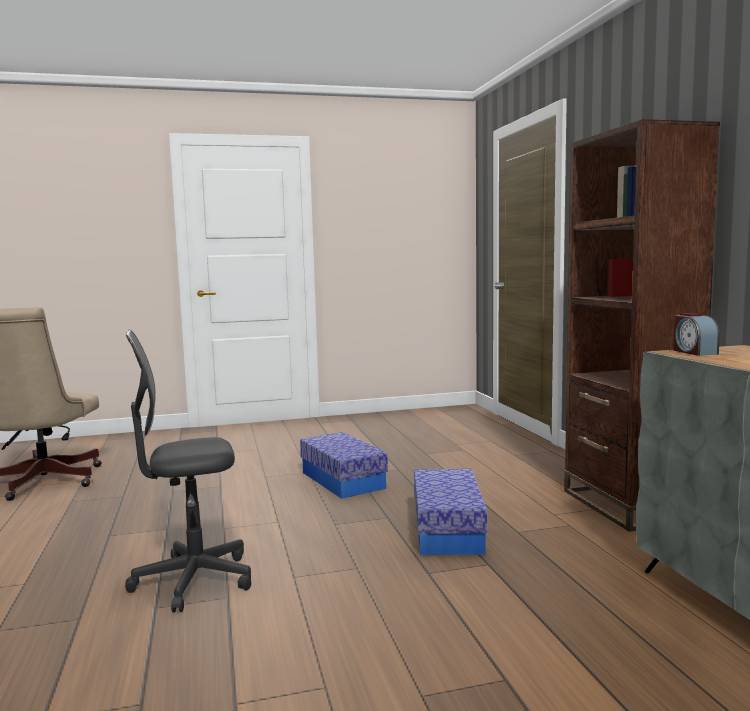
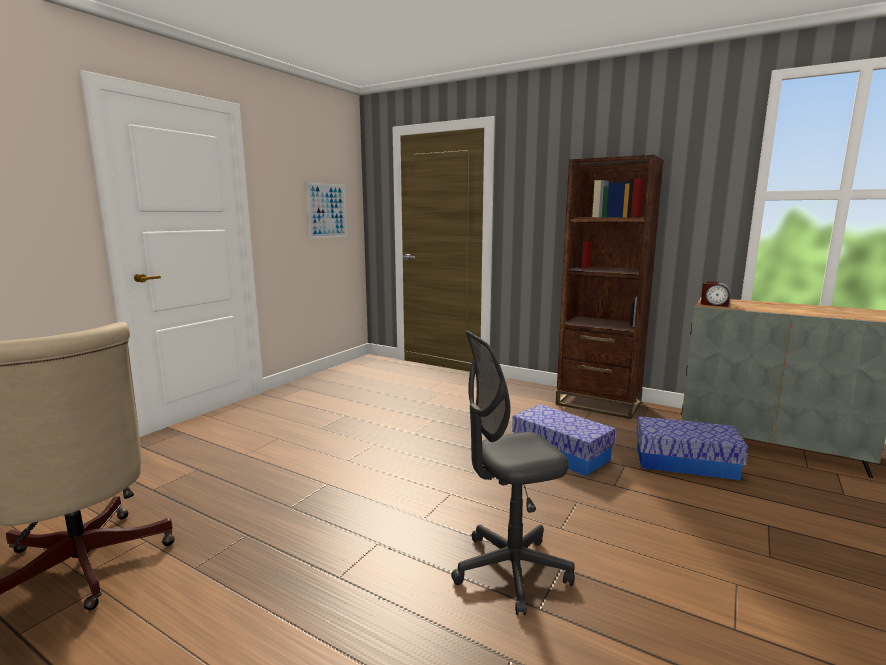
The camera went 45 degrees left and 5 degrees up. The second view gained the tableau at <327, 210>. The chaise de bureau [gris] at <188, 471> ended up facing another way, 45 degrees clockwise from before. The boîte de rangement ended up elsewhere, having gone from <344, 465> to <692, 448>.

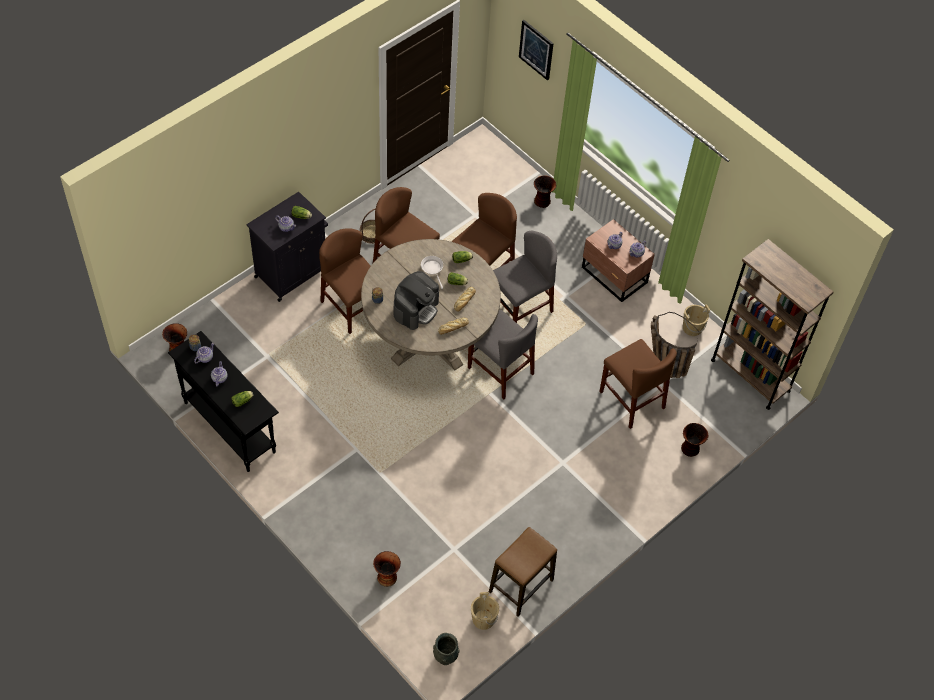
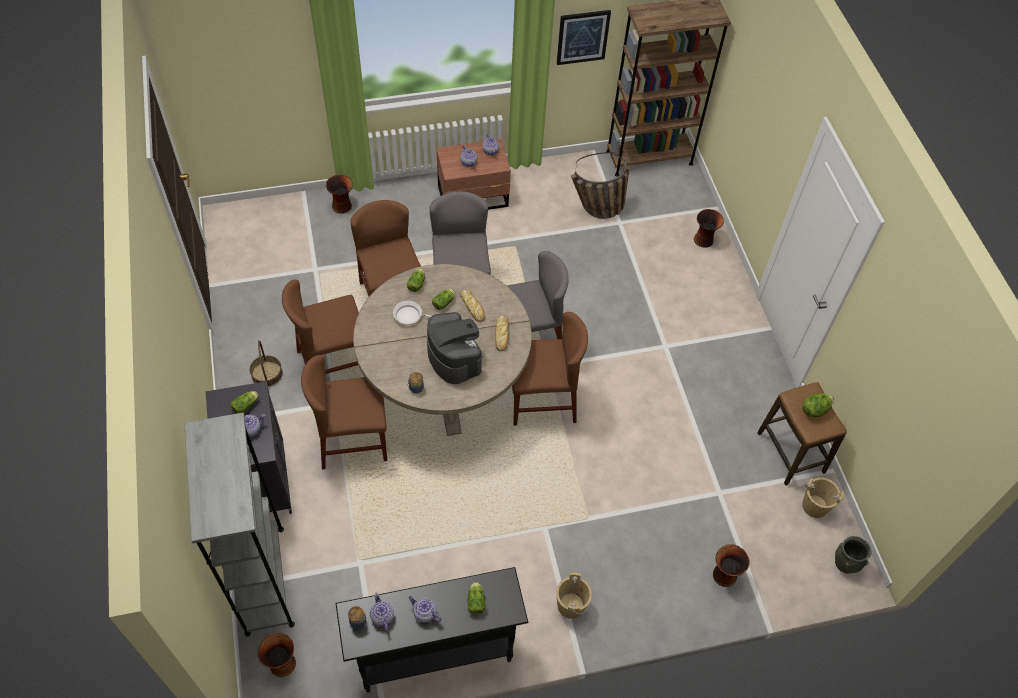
The camera went 60 degrees left and 0 degrees up. The second view gained the bibliothèque [gris] at <239, 524>. The chaise [marron] ended up elsewhere, having gone from <638, 384> to <550, 369>. The seau [beige] ended up elsewhere, having gone from <696, 320> to <574, 596>. The tableau ended up elsewhere, having gone from <536, 50> to <584, 37>. The second view gained the laitue at <818, 405>.

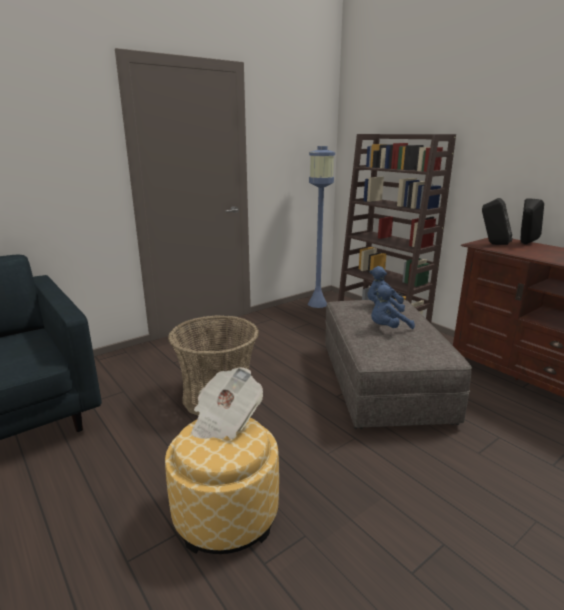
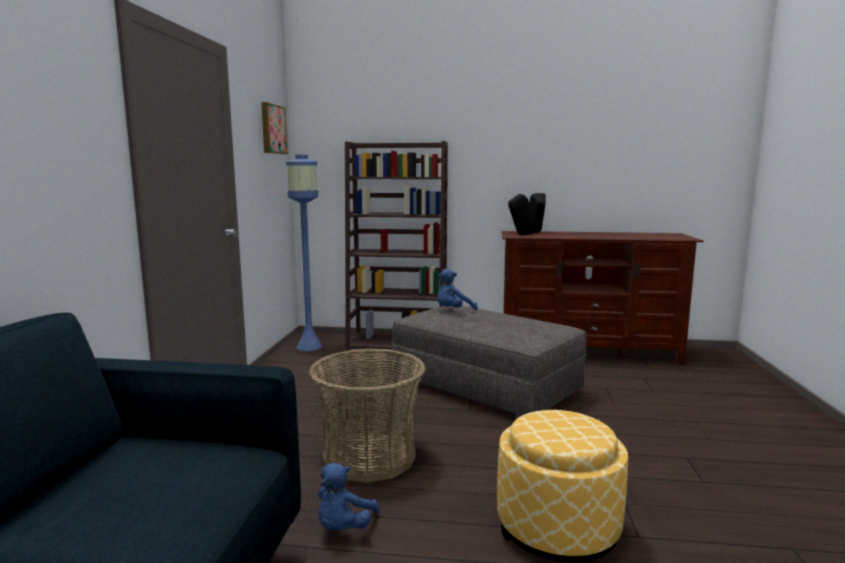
The camera went 45 degrees left and 10 degrees down. The second view gained the tableau at <274, 128>. The peluche [bleu] ended up elsewhere, having gone from <393, 307> to <349, 497>. The second view lost the journal at <227, 403>.

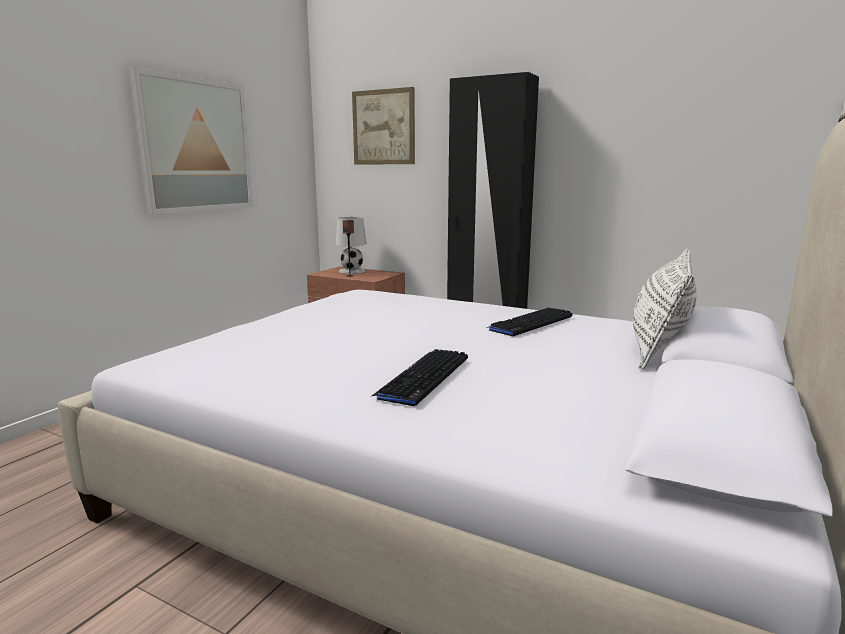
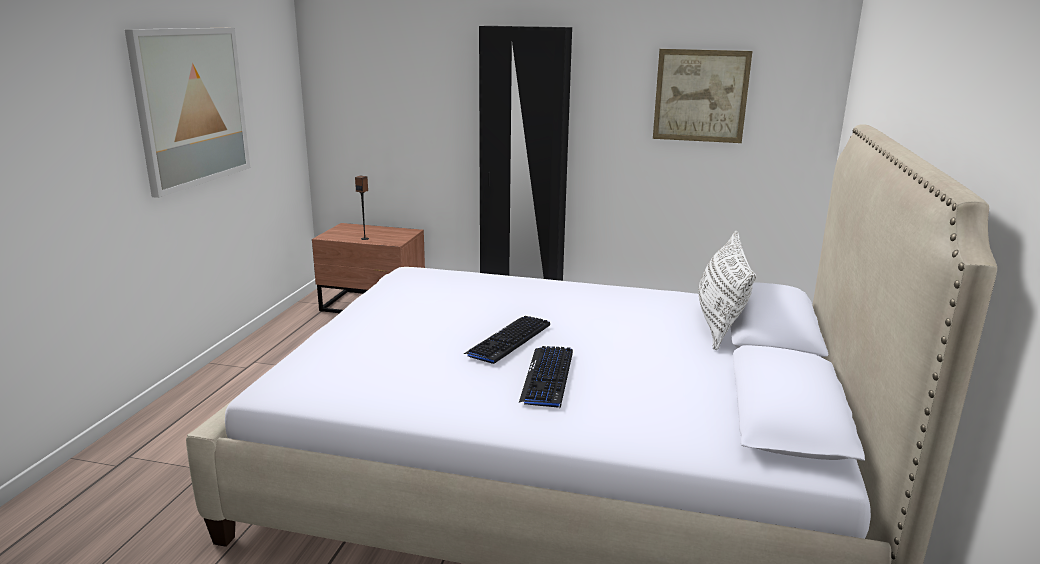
The camera went 15 degrees left and 5 degrees up. The clavier ended up elsewhere, having gone from <529, 322> to <507, 340>. The tableau ended up elsewhere, having gone from <383, 126> to <702, 96>. The second view lost the lampe de table [blanc] at <351, 245>.

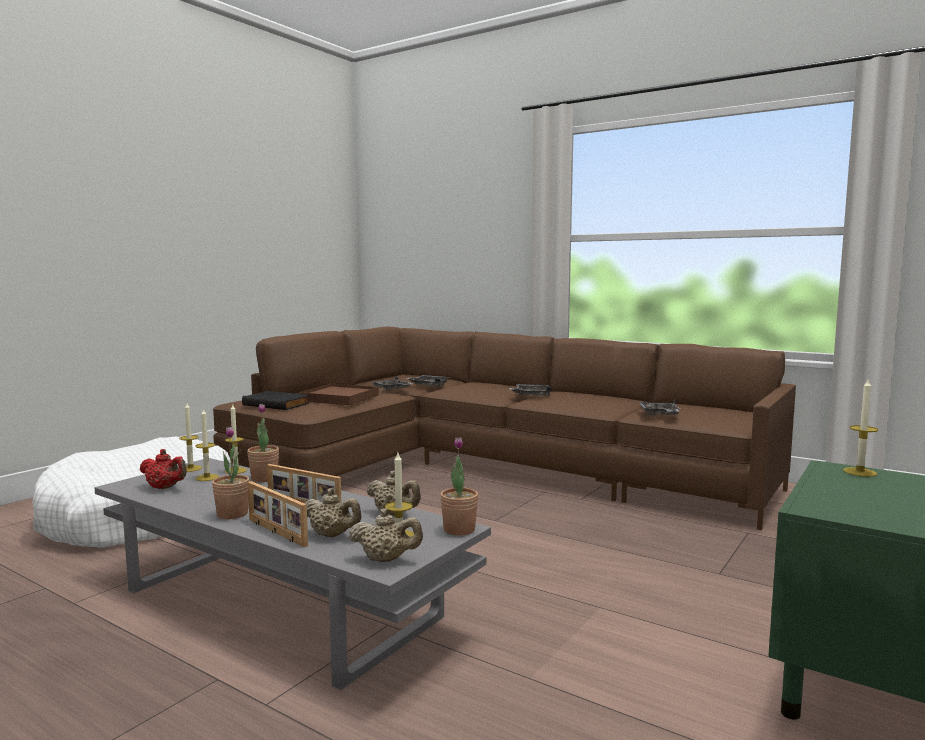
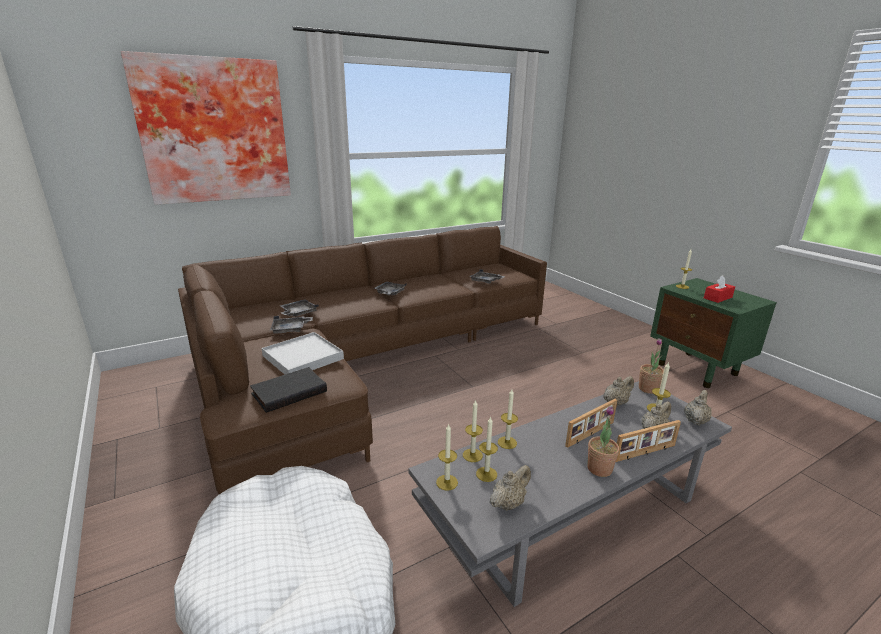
The camera went 65 degrees left and 15 degrees up. The second view gained the tableau at <206, 128>. What was the plateau [marron] at <339, 394> turned into the plateau [blanc] at <303, 353>. What was the théière [rouge] at <163, 469> turned into the théière [beige] at <510, 488>. Where the plante en pot stood at <263, 443>, the bougie came to stand at <508, 419>. The second view gained the boîte à mouchoirs [rouge] at <719, 289>.

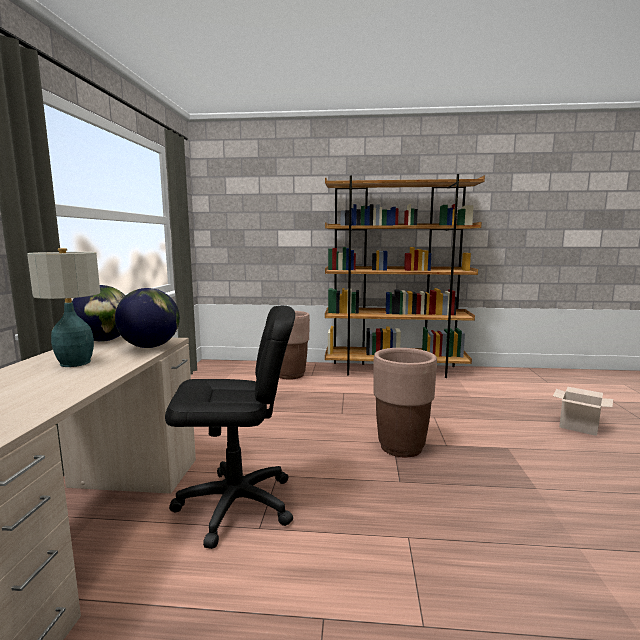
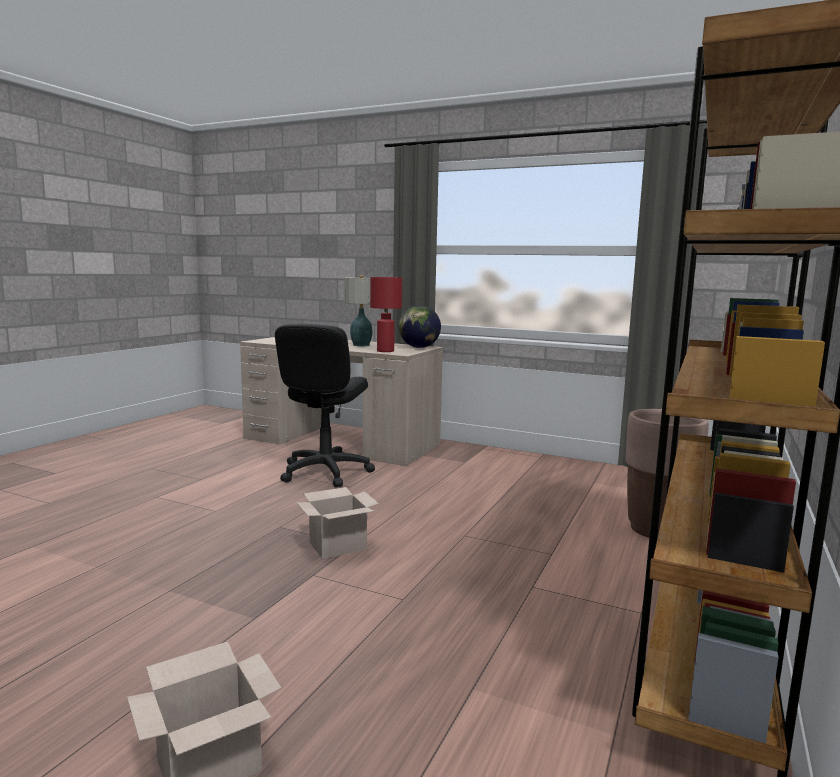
The camera went 110 degrees right and 0 degrees up. Where the cache-pot [marron] stood at <405, 403>, the carton came to stand at <338, 523>. Where the globe stood at <147, 318>, the lampe de table [rouge] came to stand at <386, 314>.

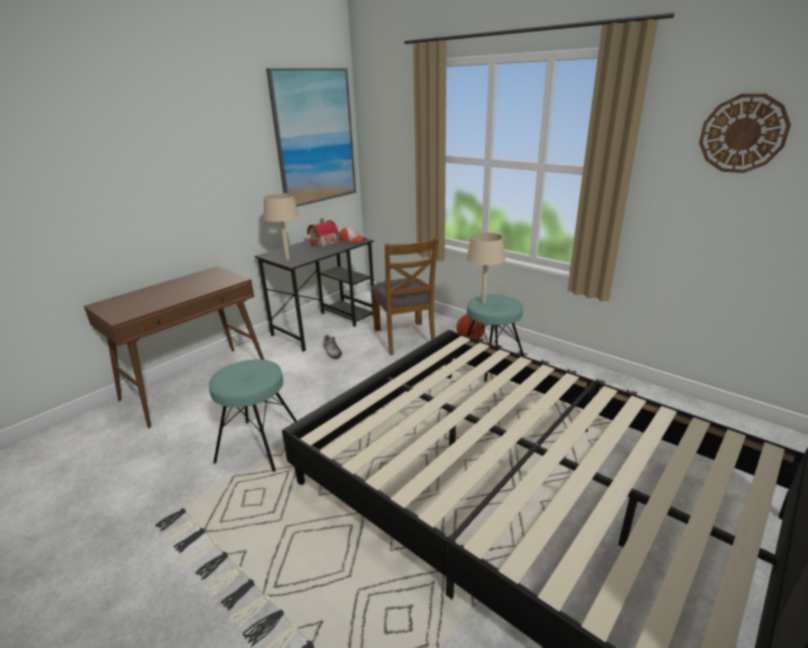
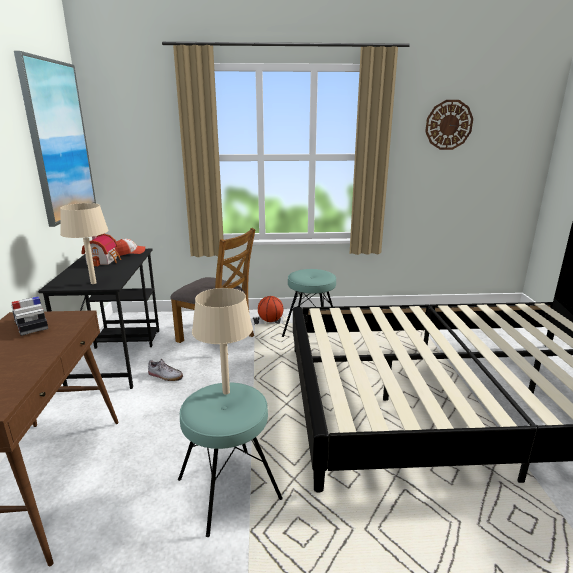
The camera went 45 degrees left and 5 degrees down. The second view gained the petite voiture at <29, 316>. The lampe de table [beige] ended up elsewhere, having gone from <486, 268> to <222, 341>.

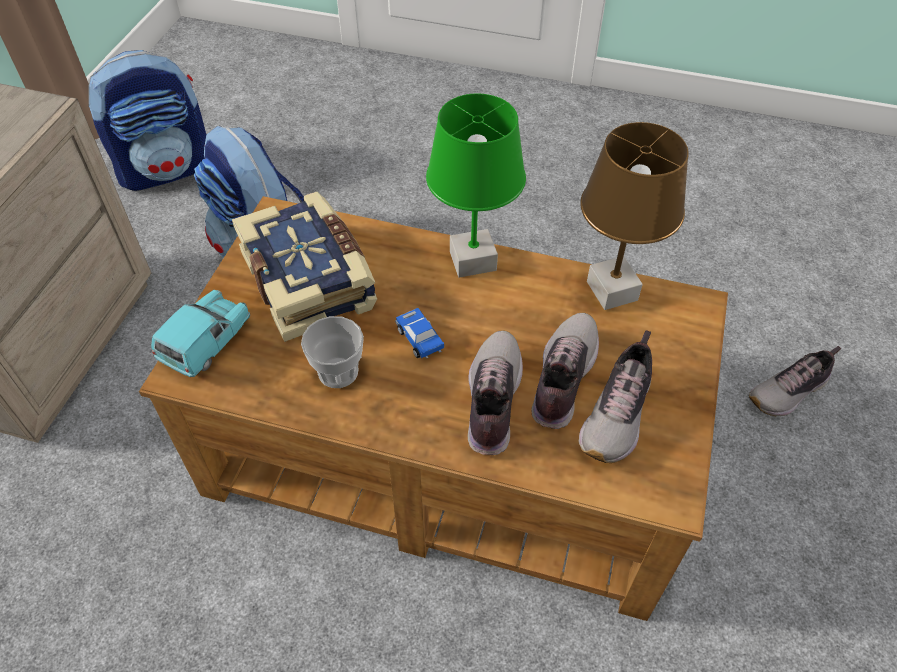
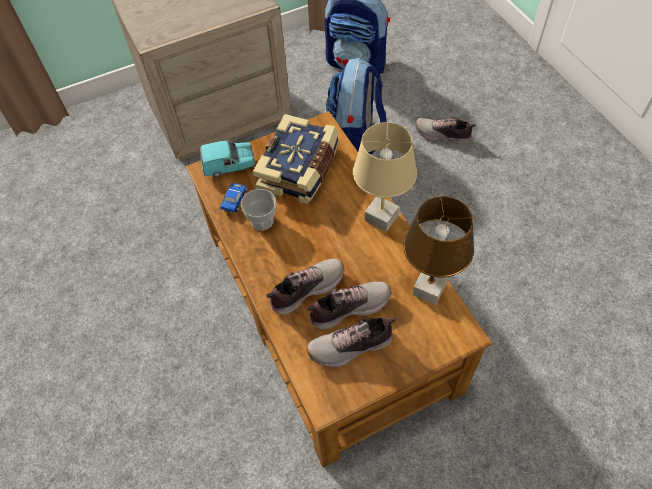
The camera went 50 degrees right and 5 degrees up. The petite voiture ended up elsewhere, having gone from <419, 333> to <233, 198>. What was the lampe de table [vert] at <476, 186> turned into the lampe de table [beige] at <385, 177>. The chaussure ended up elsewhere, having gone from <795, 381> to <446, 130>.

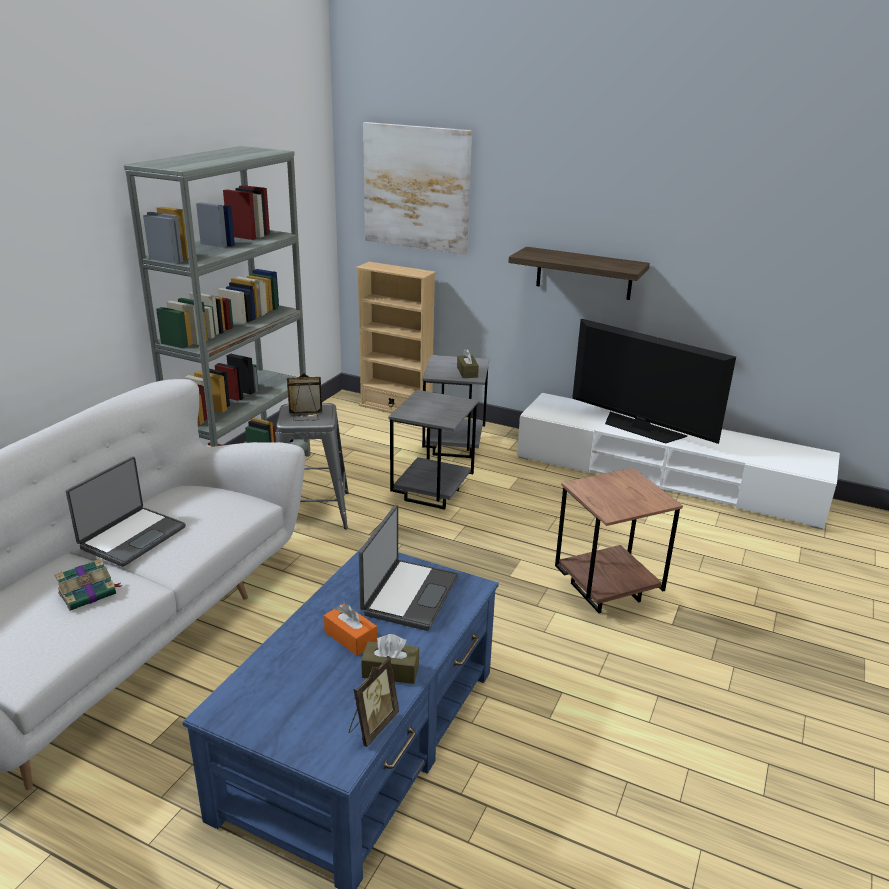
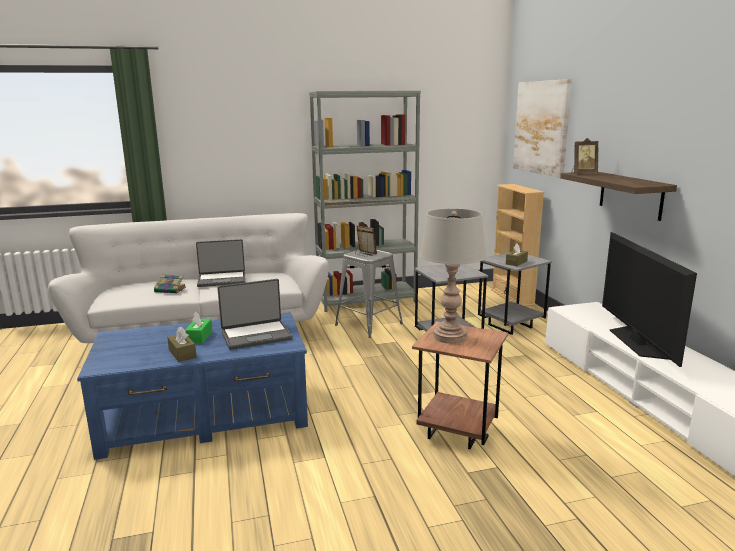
The camera went 50 degrees right and 10 degrees down. What was the boîte à mouchoirs [orange] at <350, 630> turned into the boîte à mouchoirs [vert] at <198, 328>. The second view gained the lampe de table [gris] at <453, 276>. The cadre photo ended up elsewhere, having gone from <374, 701> to <585, 155>.

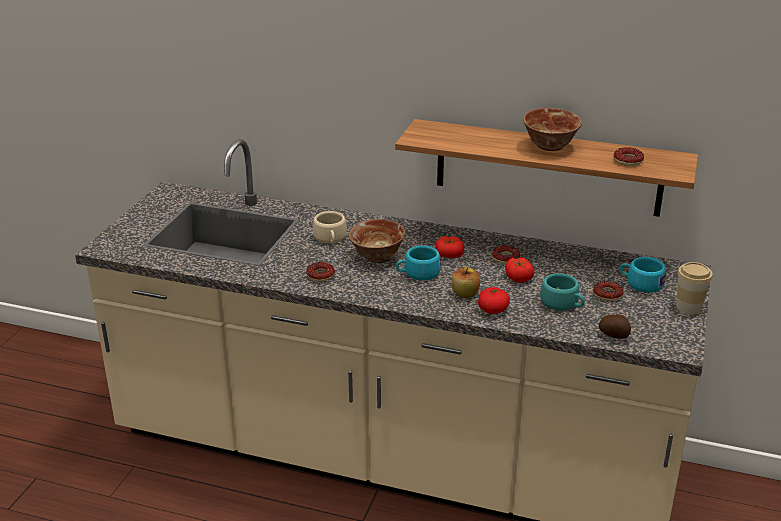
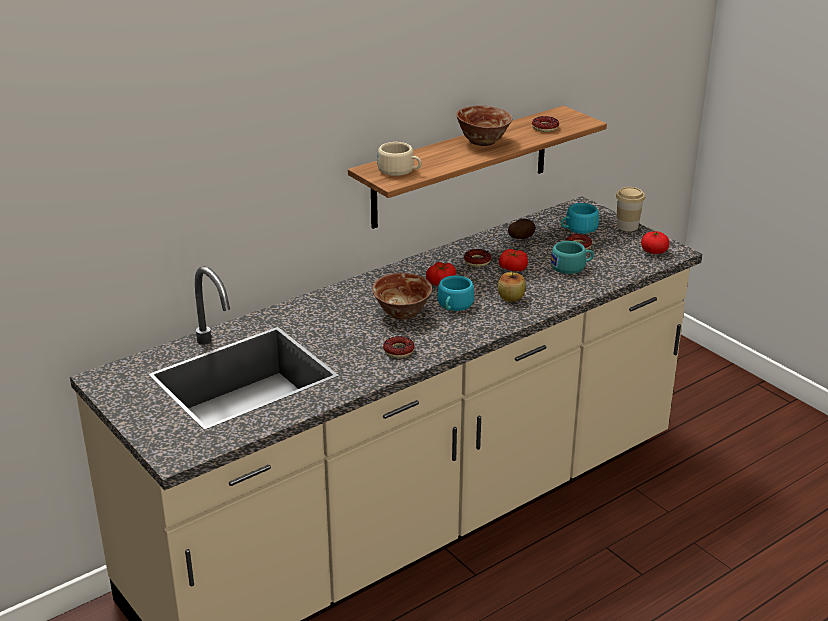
The camera went 55 degrees left and 0 degrees up. The tasse [beige] ended up elsewhere, having gone from <330, 227> to <399, 159>. The pomme de terre ended up elsewhere, having gone from <615, 326> to <521, 229>. The tomate ended up elsewhere, having gone from <494, 300> to <655, 242>.

